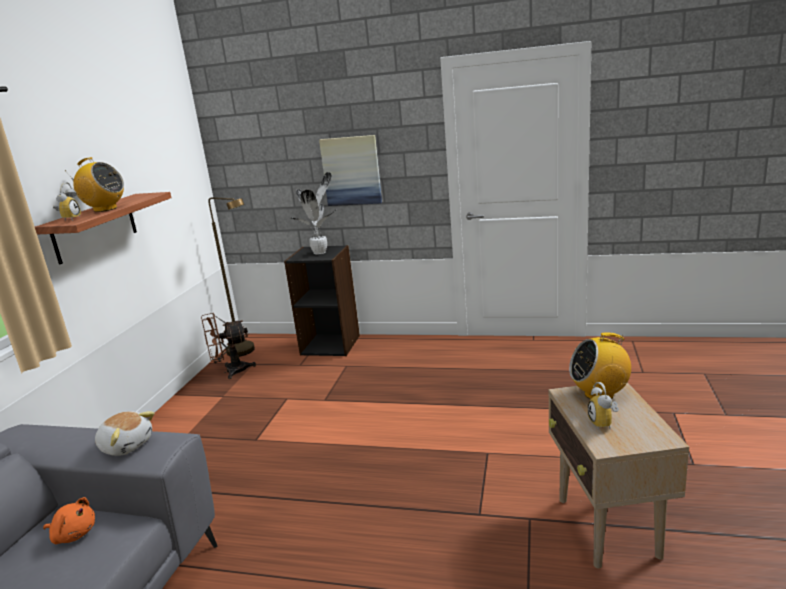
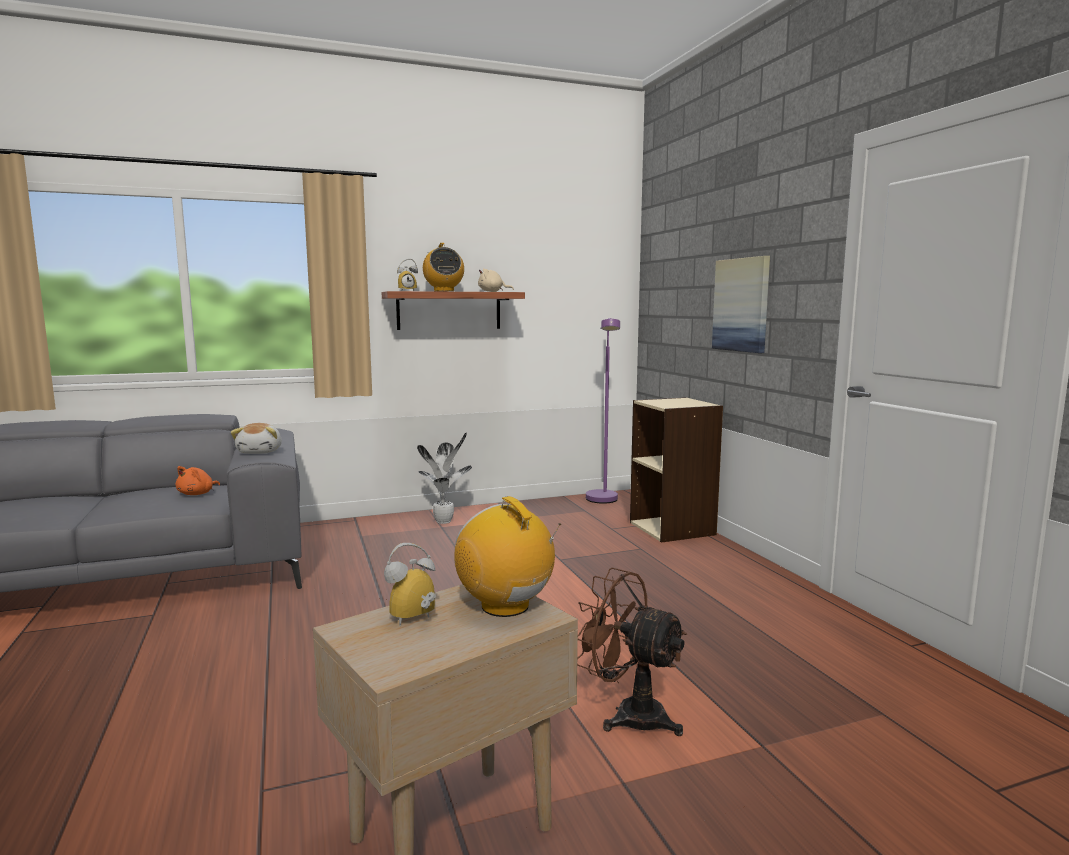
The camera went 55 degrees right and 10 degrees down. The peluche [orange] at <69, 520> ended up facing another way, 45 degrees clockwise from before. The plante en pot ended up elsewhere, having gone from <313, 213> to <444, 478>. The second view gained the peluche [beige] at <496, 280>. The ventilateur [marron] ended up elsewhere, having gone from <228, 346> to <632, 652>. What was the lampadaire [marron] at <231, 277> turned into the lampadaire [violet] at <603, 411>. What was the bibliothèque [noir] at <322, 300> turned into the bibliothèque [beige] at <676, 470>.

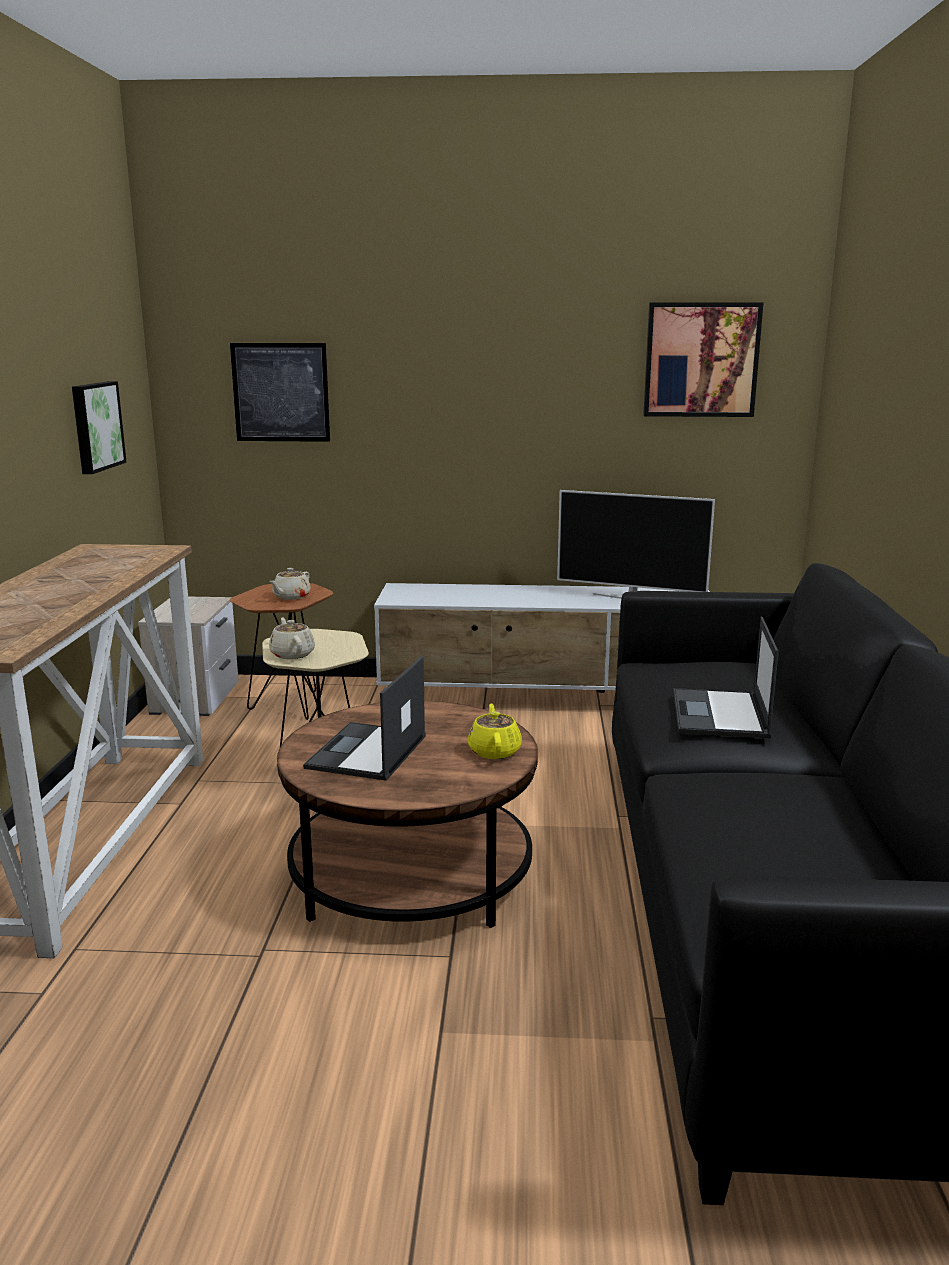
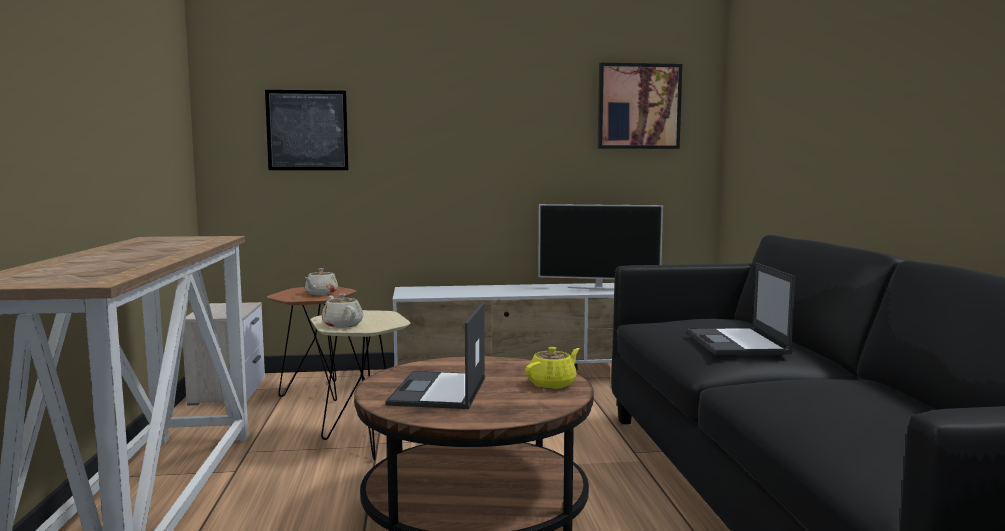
The camera went 10 degrees left and 10 degrees down. The théière [jaune] at <495, 731> ended up facing another way, 60 degrees clockwise from before. The second view lost the tableau at <99, 427>.

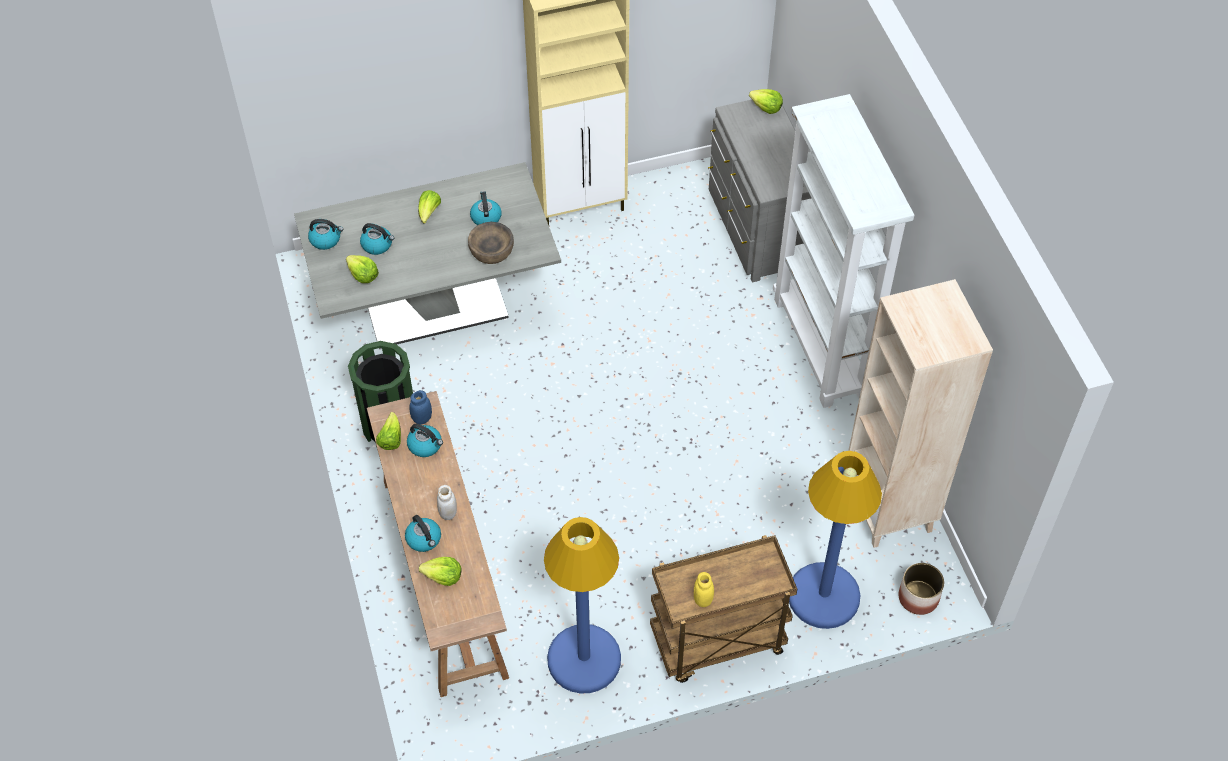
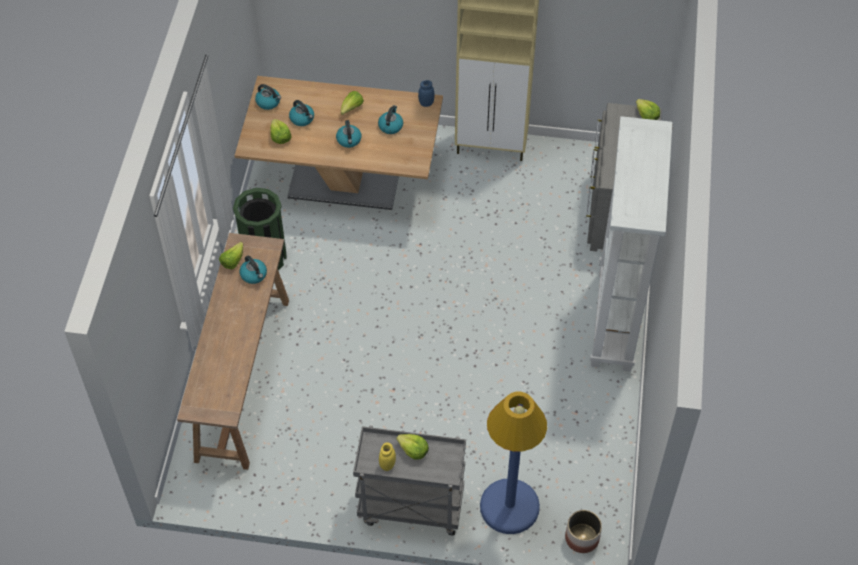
The camera went 25 degrees right and 0 degrees up. What was the table à manger [gris] at <427, 255> turned into the table à manger [marron] at <338, 143>. The bouilloire ended up elsewhere, having gone from <423, 533> to <348, 134>. What was the chariot [marron] at <723, 609> turned into the chariot [gris] at <409, 480>. The laitue ended up elsewhere, having gone from <440, 571> to <412, 447>. The bocal [bleu] ended up elsewhere, having gone from <420, 407> to <426, 93>. The second view lost the bocal [blanc] at <447, 502>. The second view lost the bol [marron] at <491, 243>. The second view lost the lampadaire [bleu] at <582, 605>. The second view lost the bibliothèque [beige] at <920, 413>.

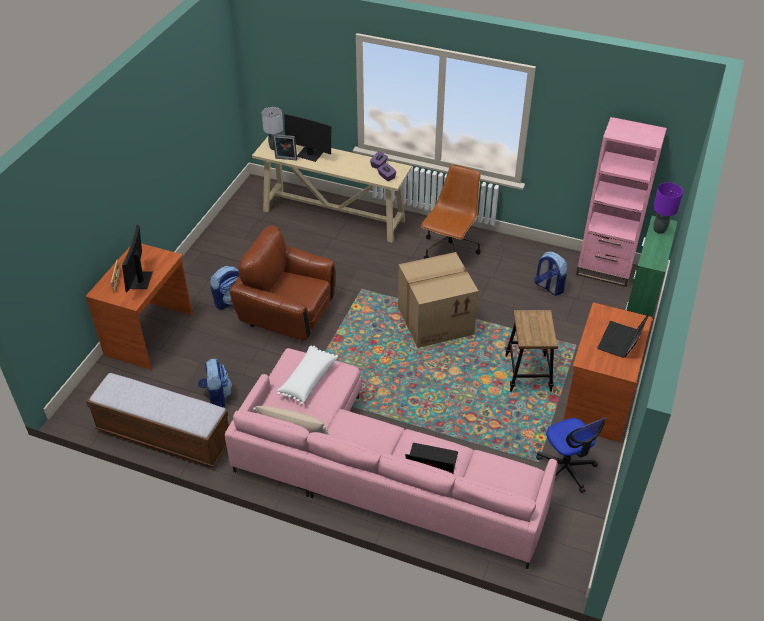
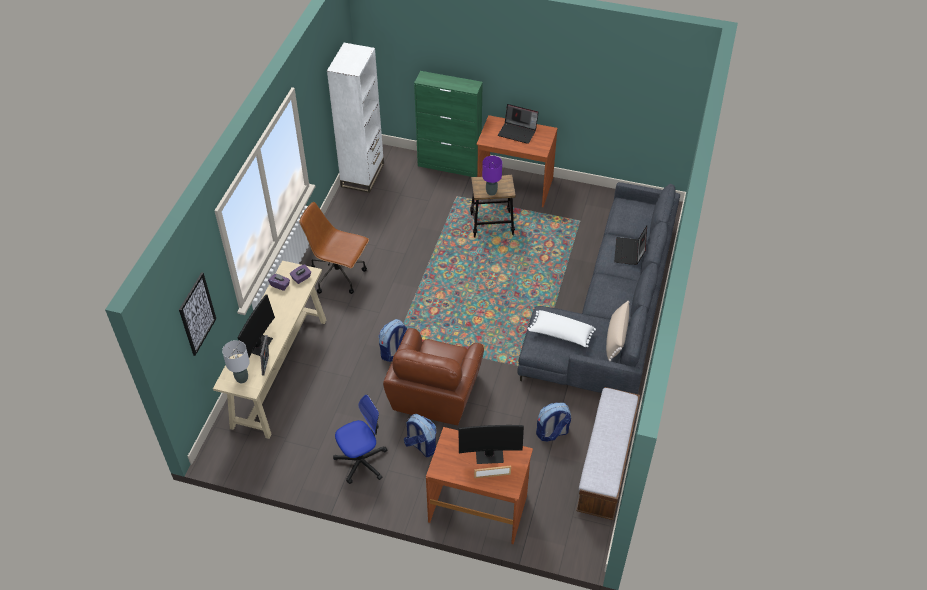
The camera went 95 degrees left and 5 degrees up. The second view gained the tableau at <197, 314>. What was the bibliothèque [rose] at <621, 202> turned into the bibliothèque [blanc] at <355, 118>. The chaise de bureau ended up elsewhere, having gone from <571, 455> to <360, 439>. The sac à dos ended up elsewhere, having gone from <550, 274> to <393, 340>. The lampe de table [violet] ended up elsewhere, having gone from <668, 208> to <492, 176>. What was the canapé [rose] at <391, 458> turned into the canapé [gris] at <598, 288>. The second view lost the carton at <438, 300>.

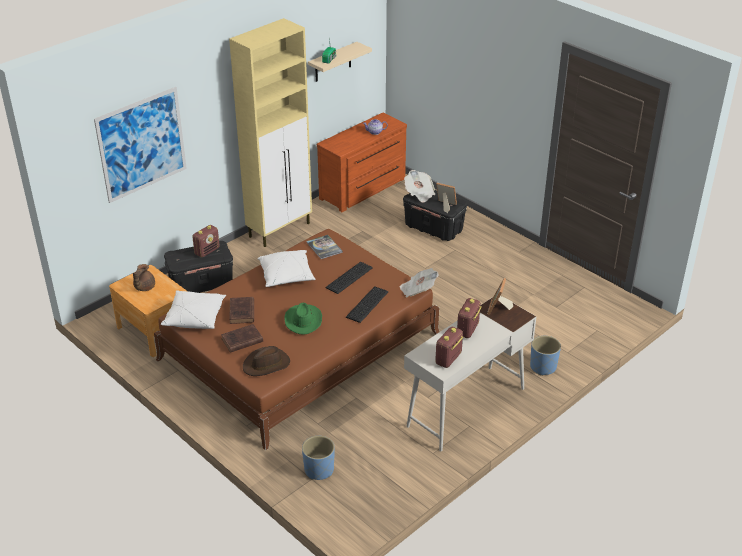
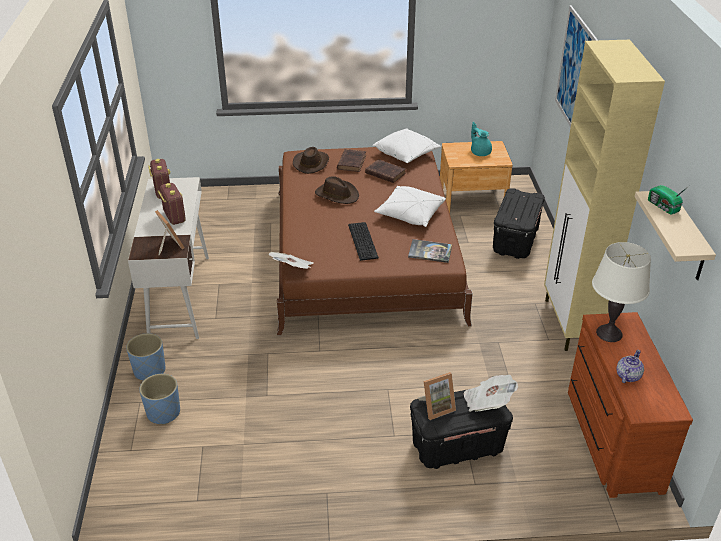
The camera went 130 degrees right and 0 degrees up. The cache-pot [bleu] ended up elsewhere, having gone from <318, 458> to <159, 399>. What was the chapeau [vert] at <303, 319> turned into the chapeau [marron] at <337, 190>. What was the théière [marron] at <144, 277> turned into the théière [turquoise] at <481, 139>. The second view gained the lampe de table [blanc] at <621, 292>. The second view lost the radio at <206, 241>. The second view lost the clavier at <367, 305>.

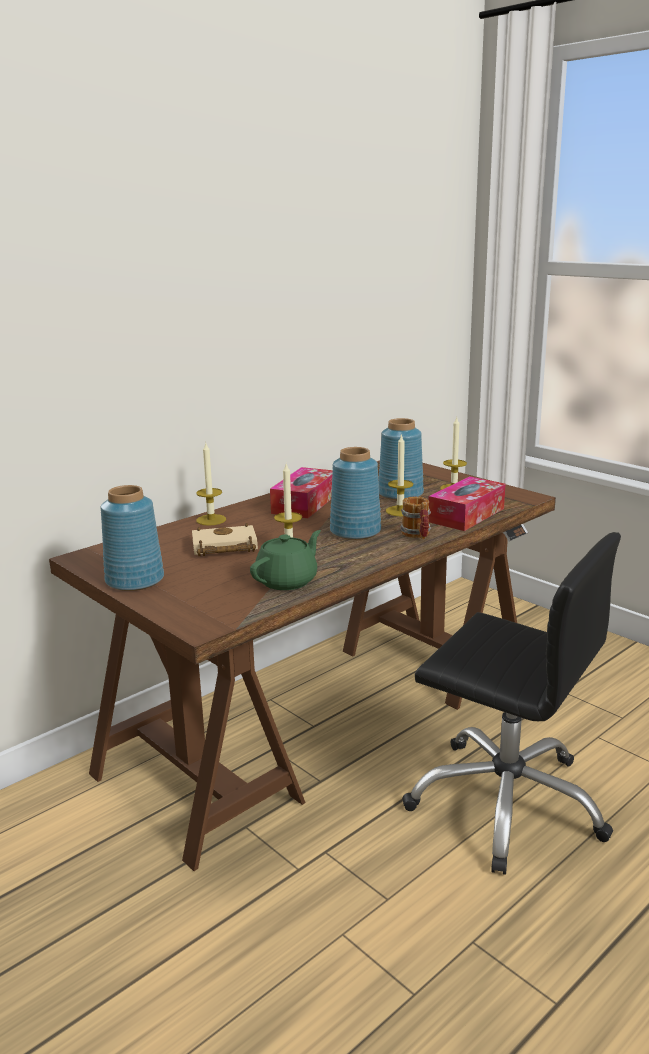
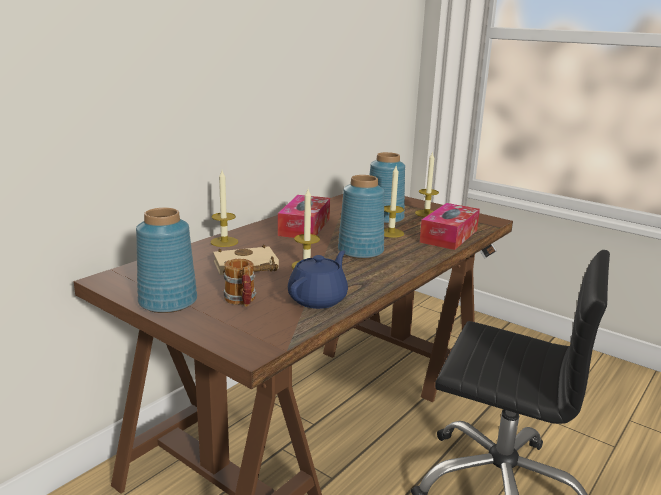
The camera went 10 degrees left and 0 degrees up. The mug ended up elsewhere, having gone from <415, 518> to <240, 283>. What was the théière [vert] at <285, 560> turned into the théière [bleu] at <318, 279>.

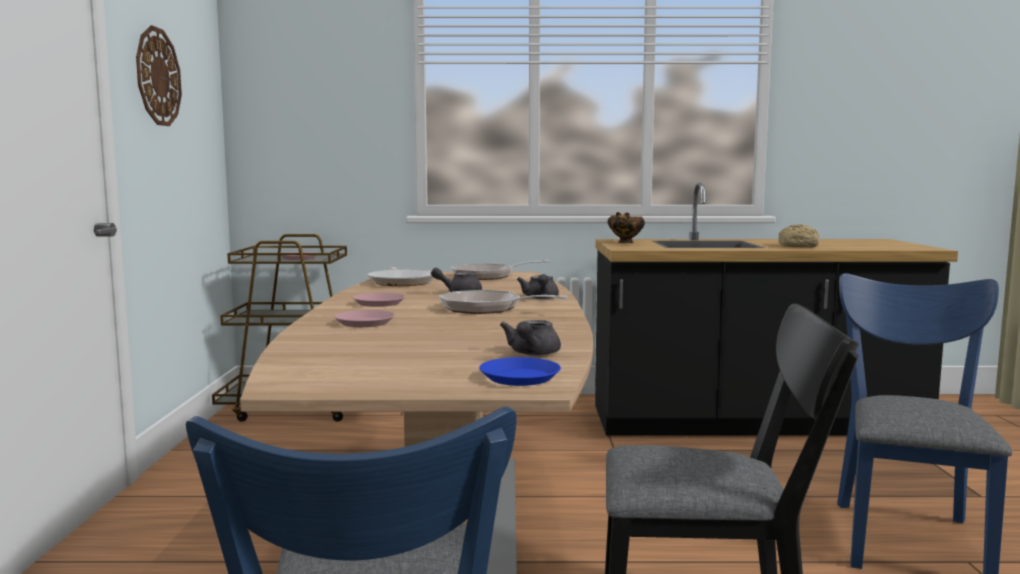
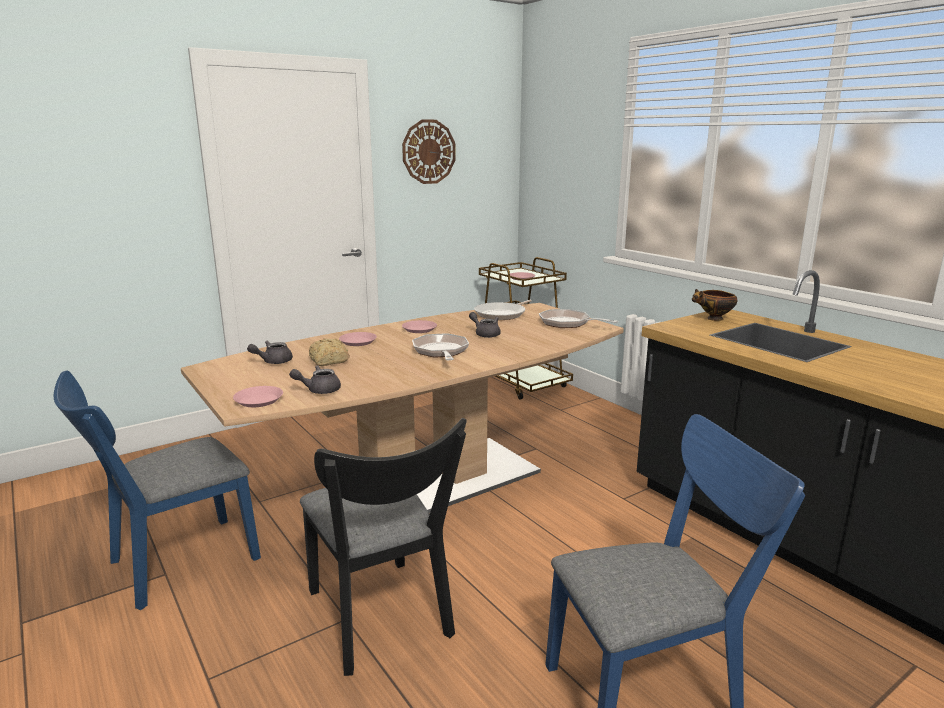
The camera went 55 degrees right and 10 degrees up. What was the assiette [bleu] at <520, 371> turned into the assiette [rose] at <258, 396>. The théière [gris] ended up elsewhere, having gone from <538, 286> to <270, 352>. The pain ended up elsewhere, having gone from <798, 235> to <329, 352>.

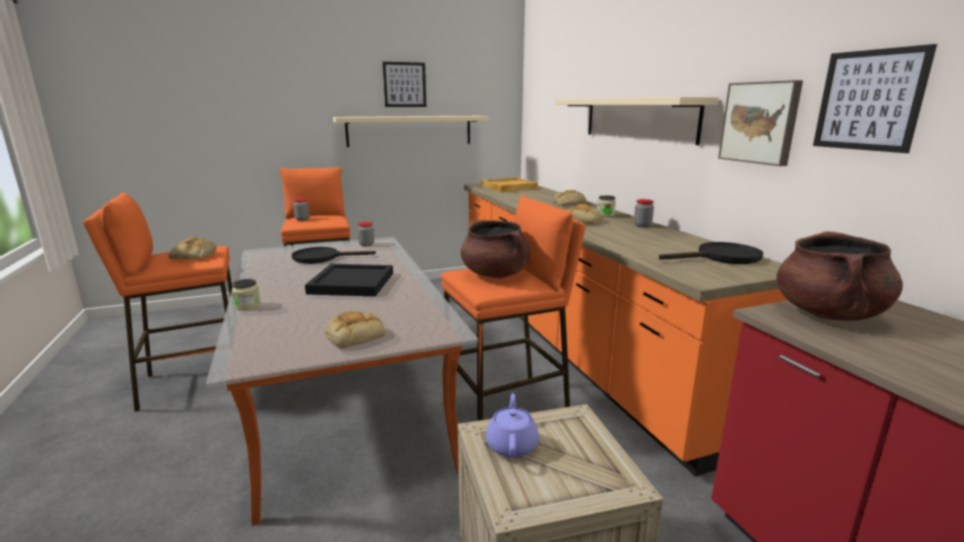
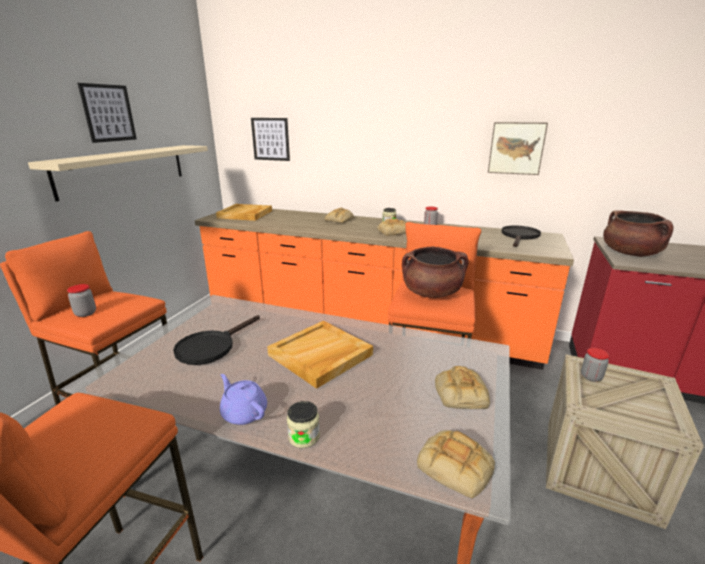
The camera went 50 degrees left and 5 degrees up. The théière [violet] ended up elsewhere, having gone from <512, 425> to <243, 399>. The tableau ended up elsewhere, having gone from <875, 98> to <270, 139>. What was the plateau [noir] at <349, 280> turned into the plateau [beige] at <320, 355>. The pain ended up elsewhere, having gone from <192, 248> to <456, 464>. The bocal ended up elsewhere, having gone from <366, 234> to <595, 365>. The second view lost the étagère [beige] at <637, 121>.

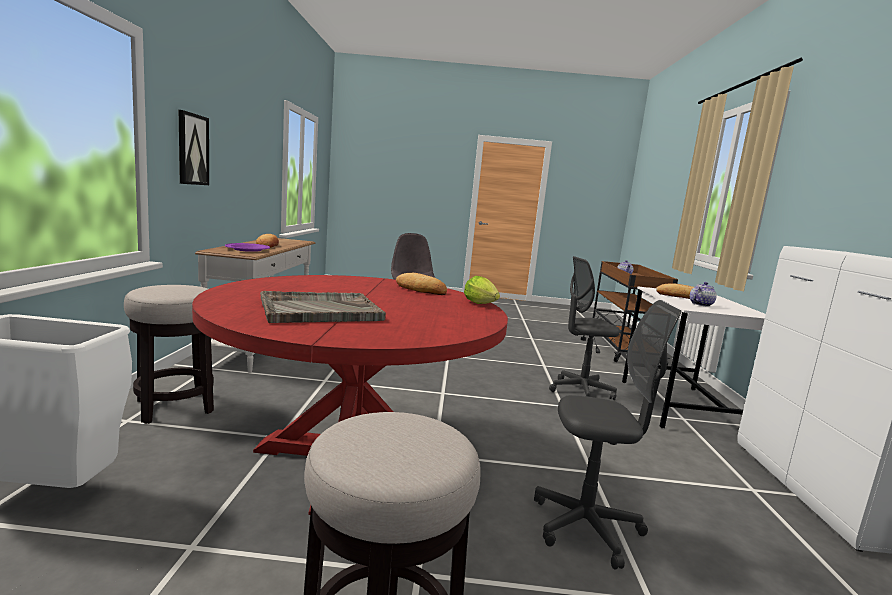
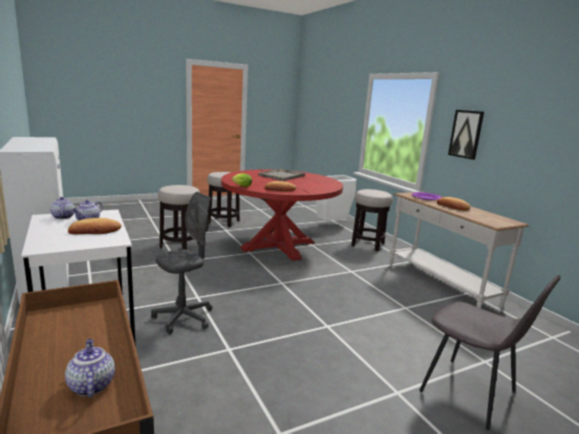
The camera went 150 degrees right and 5 degrees up. The second view gained the théière at <62, 208>. Where the chaise de bureau [gris] stood at <607, 434>, the tabouret came to stand at <179, 217>.

